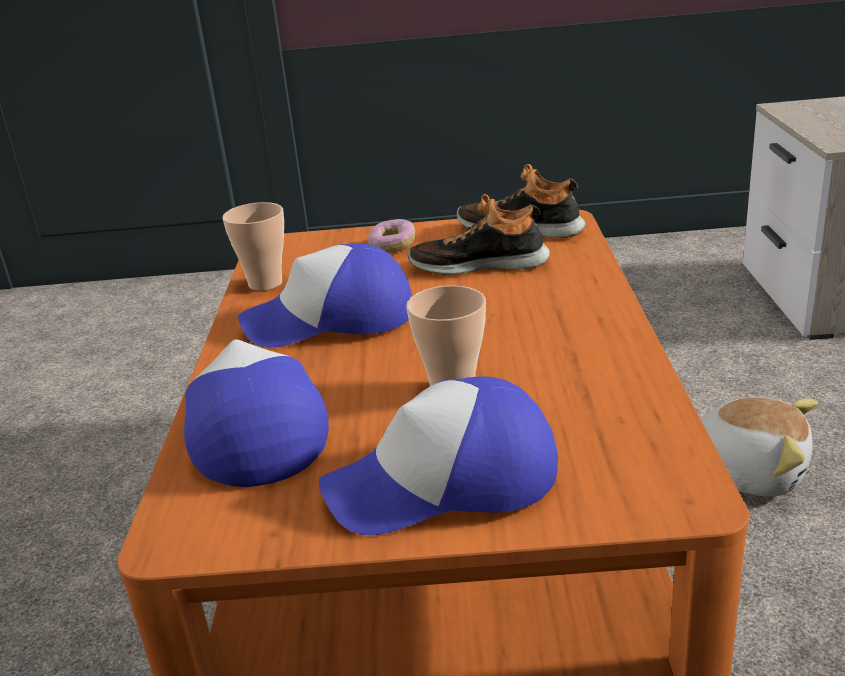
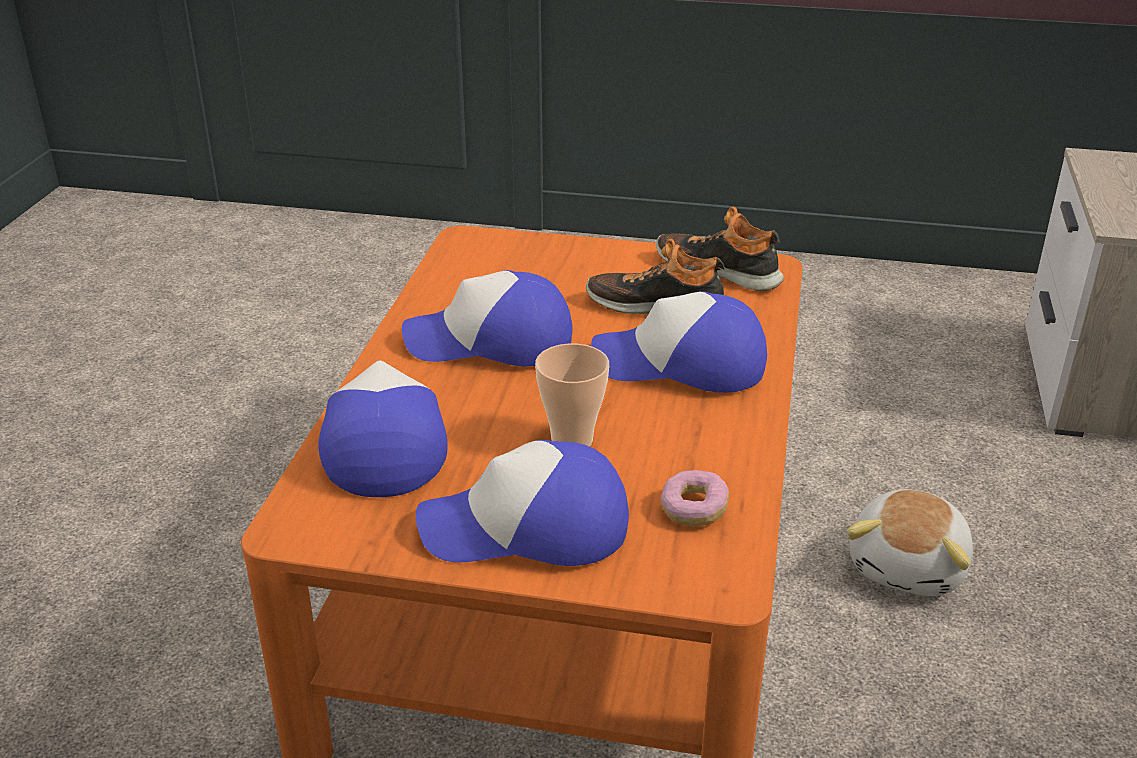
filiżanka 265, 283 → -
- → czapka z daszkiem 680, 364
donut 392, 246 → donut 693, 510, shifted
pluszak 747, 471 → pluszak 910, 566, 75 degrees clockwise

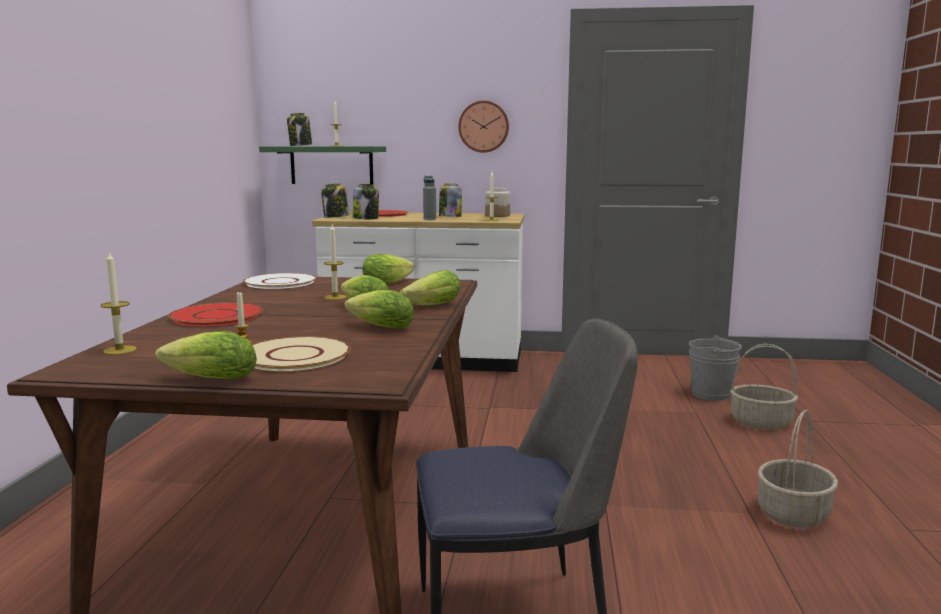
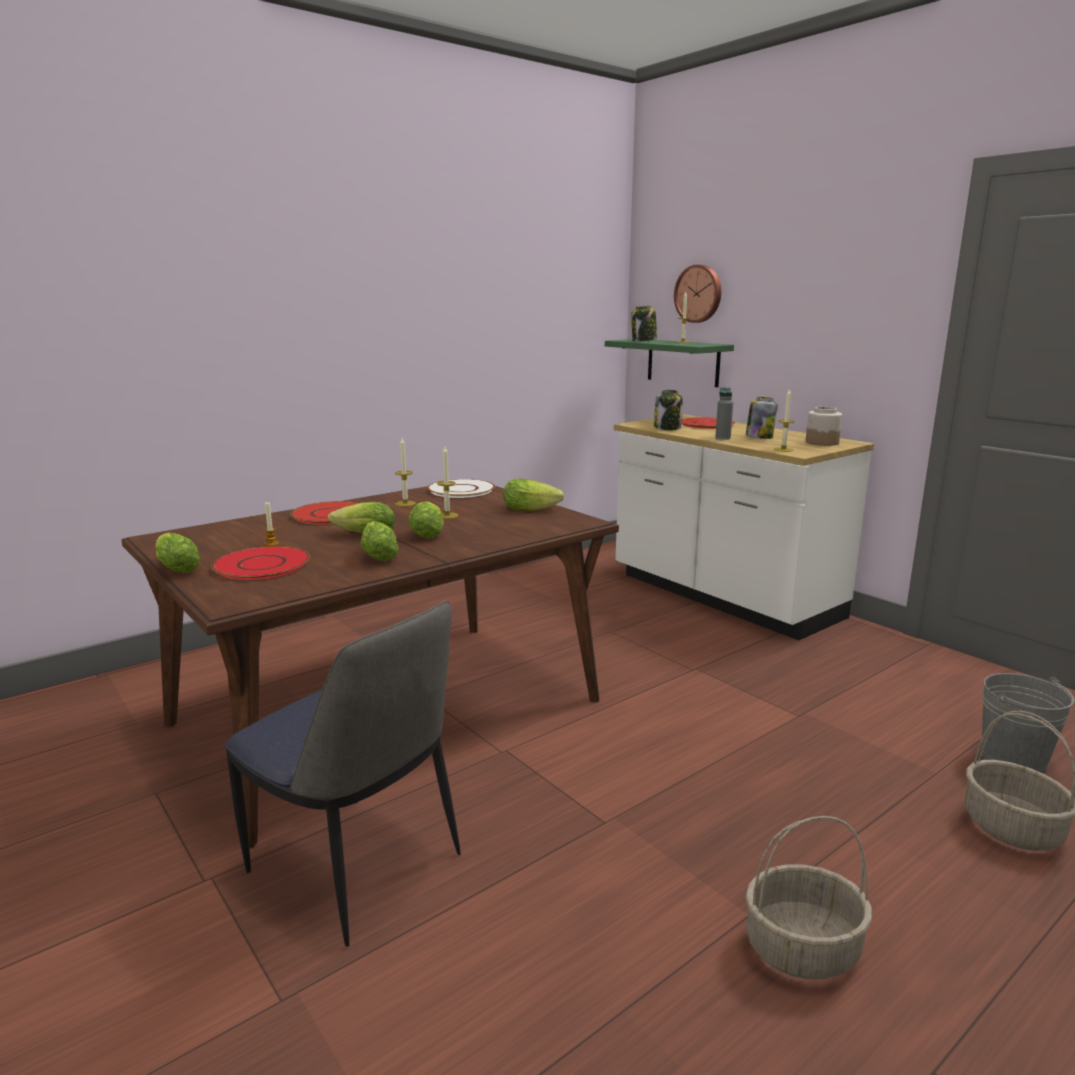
słoik 336, 217 → -
świeca 119, 350 → świeca 405, 503, shifted
sałata 429, 306 → sałata 362, 534, shifted
zegar ścienny 483, 126 → zegar ścienny 699, 294, shifted
talerz [beżowy] 295, 356 → talerz [czerwony] 262, 565

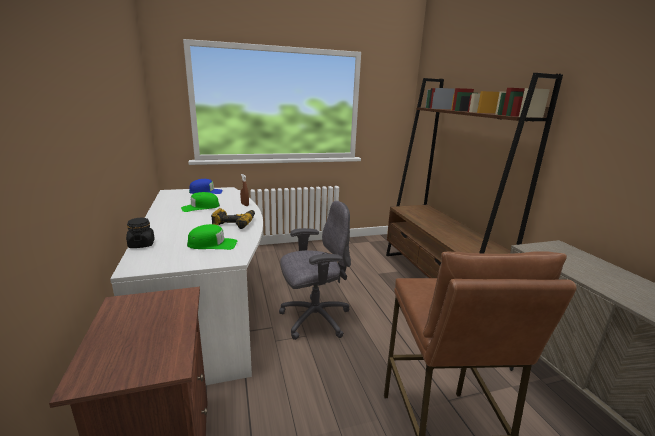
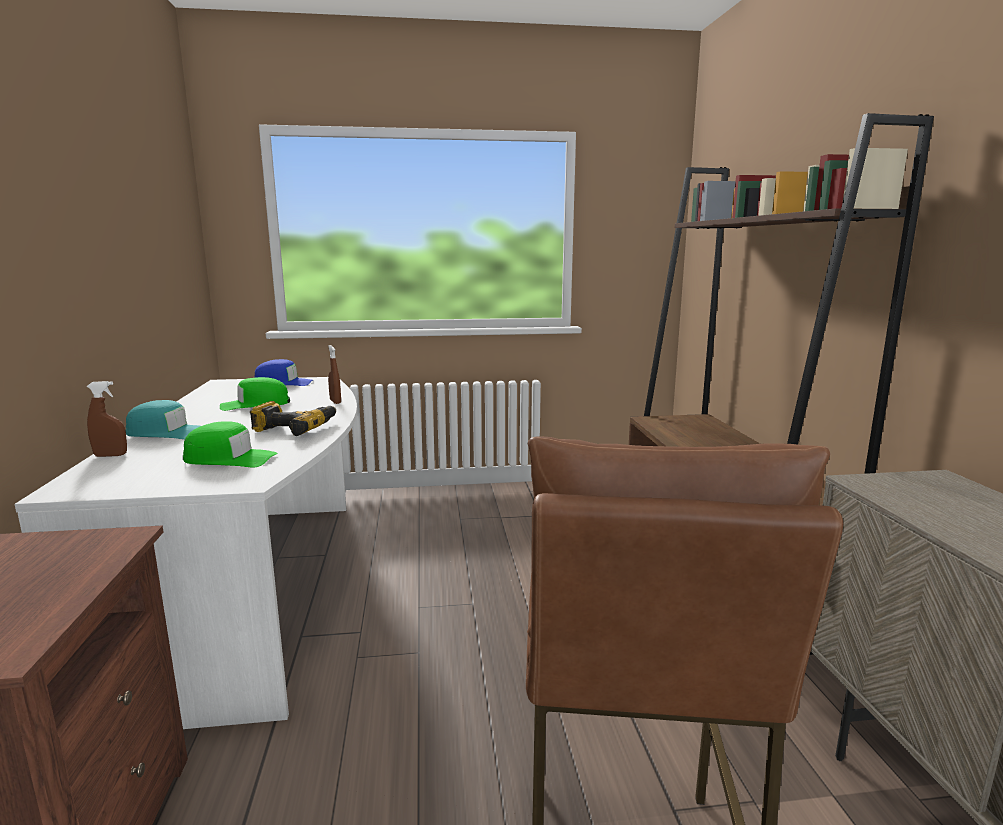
krzesło biurowe [szary] 314, 318 → -
- → czapka z daszkiem [turkusowy] 167, 433
słoik [czarny] 141, 244 → spryskiwacz [brązowy] 110, 455

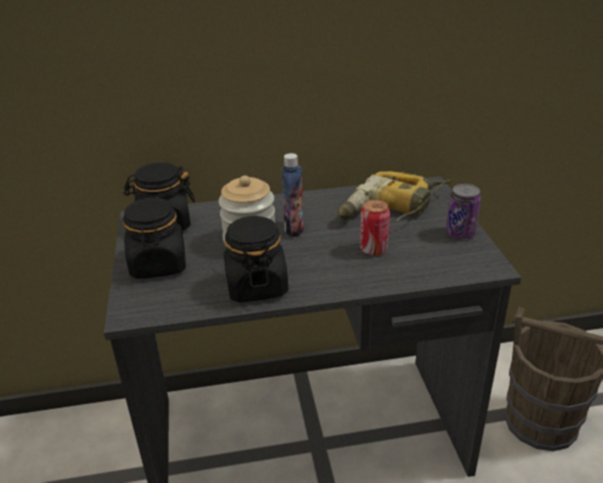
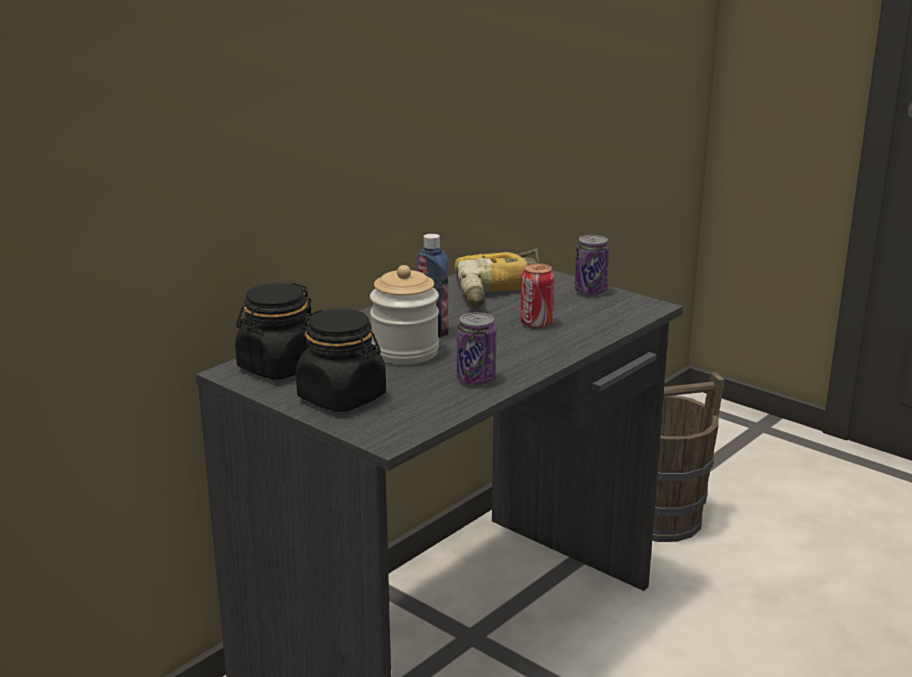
słoik [czarny] 256, 286 → puszka 476, 379

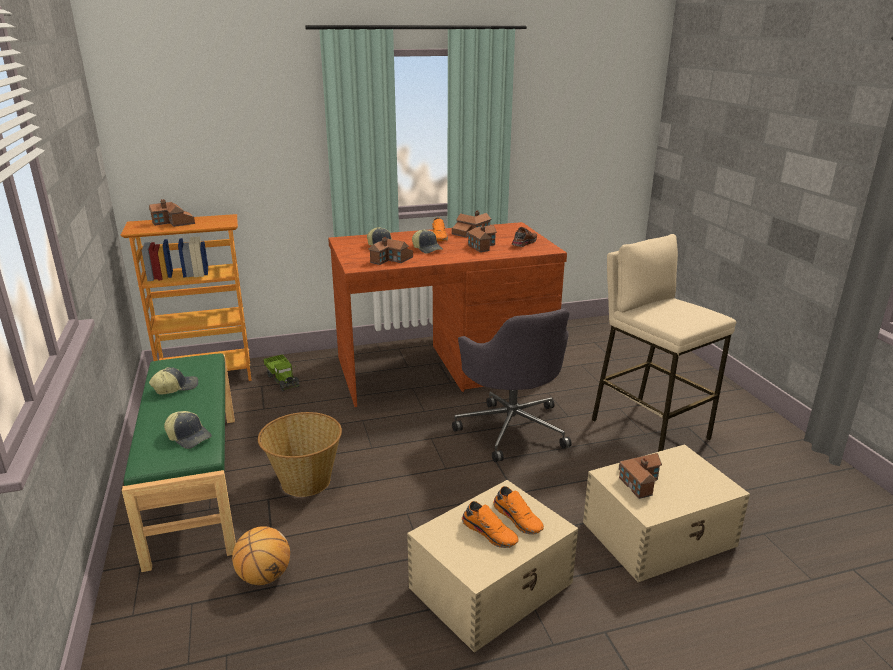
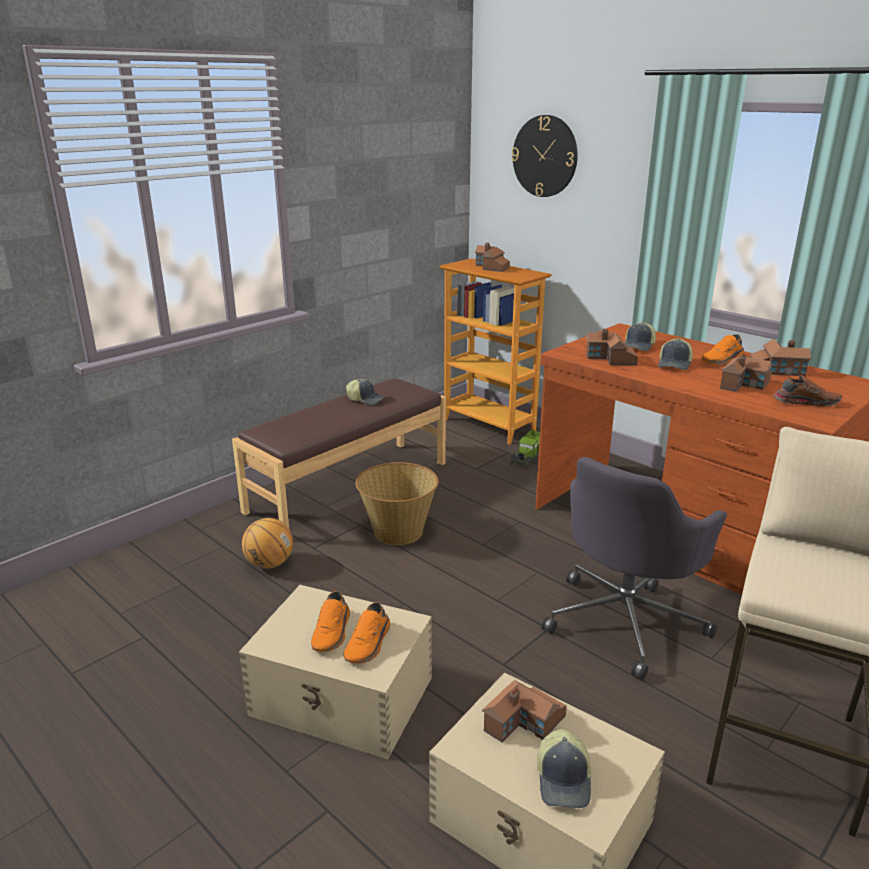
- → zegar ścienny 545, 156
czapka z daszkiem 189, 437 → czapka z daszkiem 564, 780, shifted
ławka [zielony] 194, 484 → ławka [brązowy] 348, 486

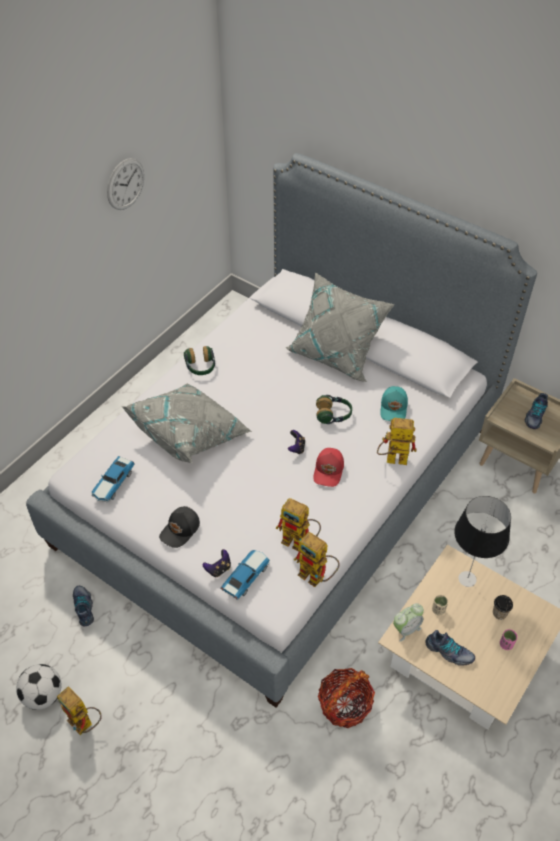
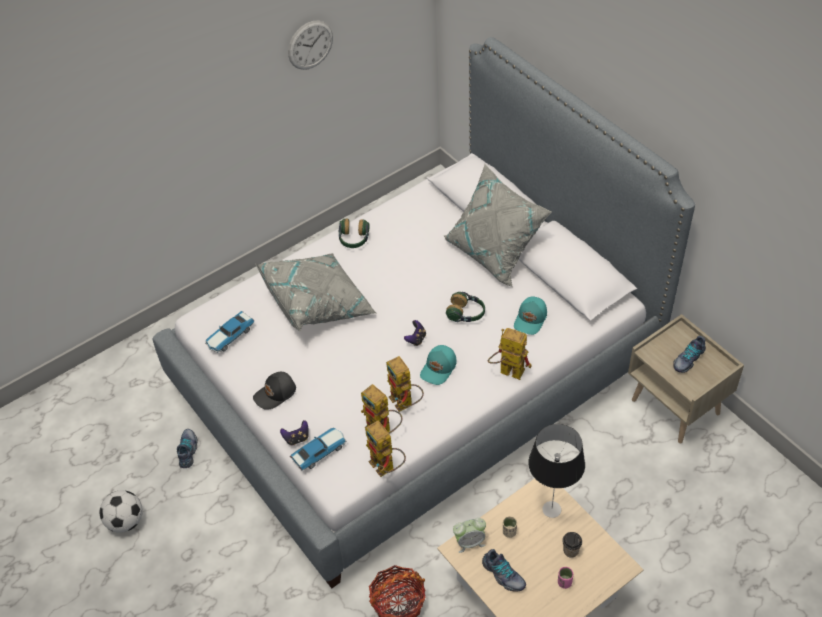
robot zabawkowy 85, 724 → robot zabawkowy 405, 403, shifted
czapka z daszkiem [czerwony] 329, 471 → czapka z daszkiem [turkusowy] 439, 368

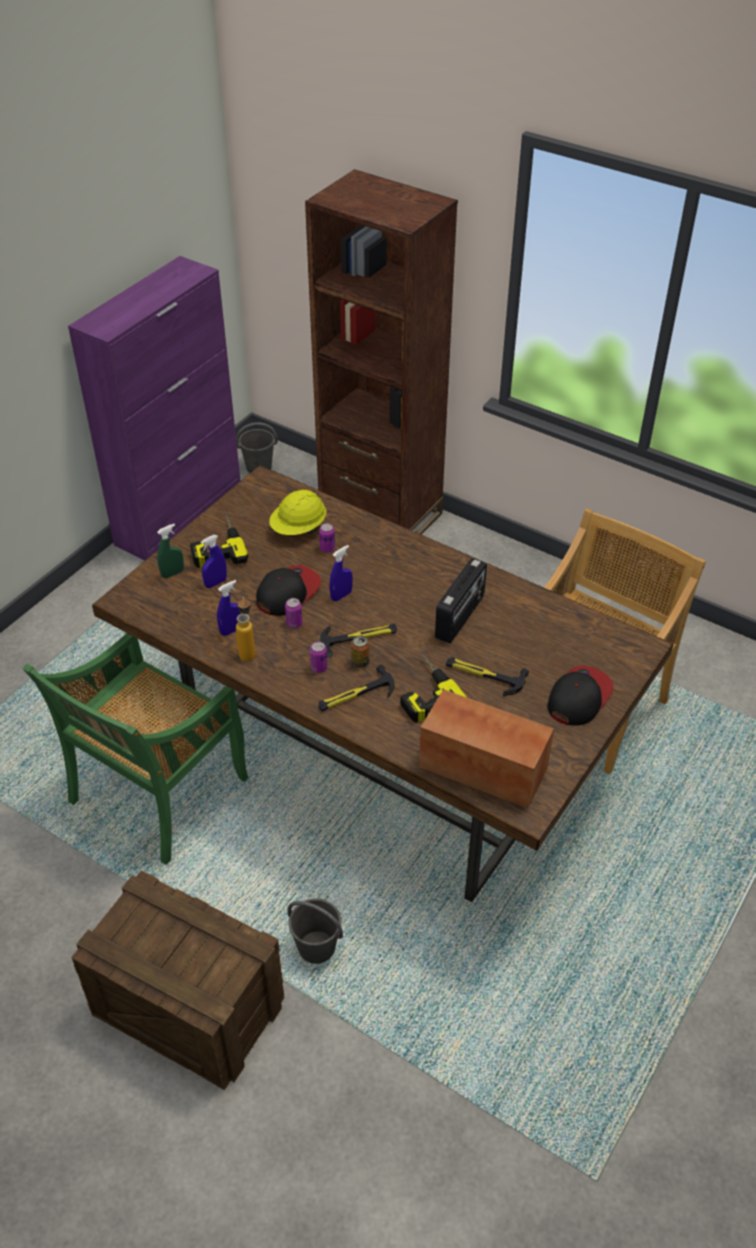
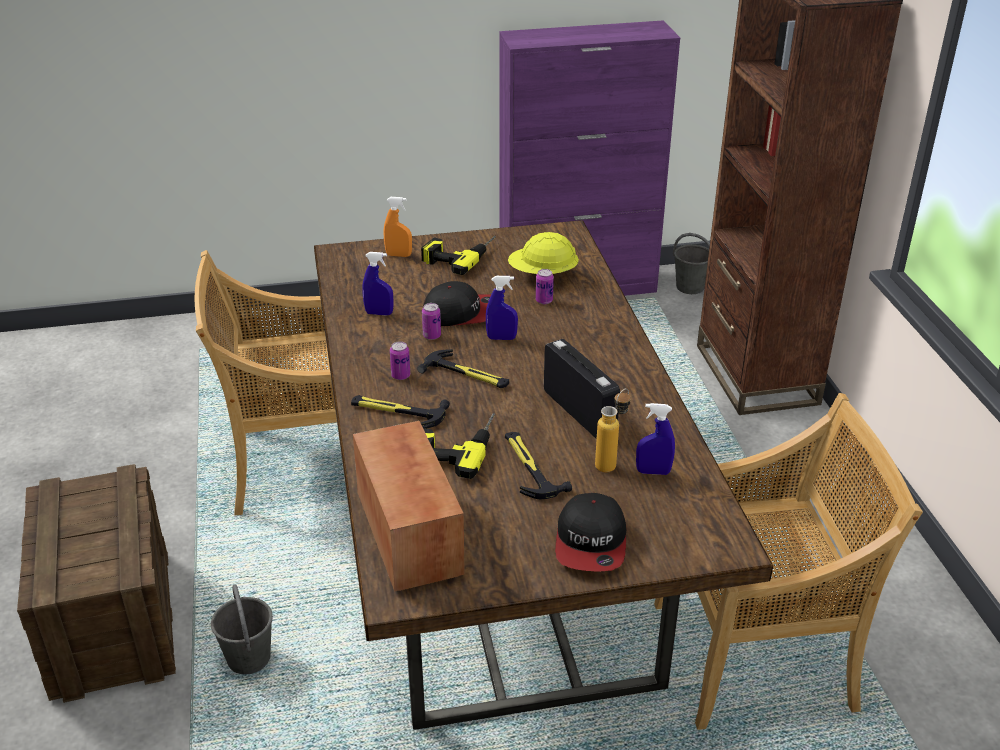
puszka 360, 662 → -
spryskiwacz [niebieski] 215, 583 → spryskiwacz [niebieski] 653, 472, shifted
butelka 247, 651 → butelka 611, 462, shifted
krzesło [zielony] 157, 793 → krzesło [beżowy] 298, 463
spryskiwacz [zielony] 172, 573 → spryskiwacz [pomarańczowy] 398, 255
radio 460, 617 → radio 580, 412, 105 degrees counterclockwise
czapka z daszkiem 578, 697 → czapka z daszkiem 591, 542, 105 degrees clockwise

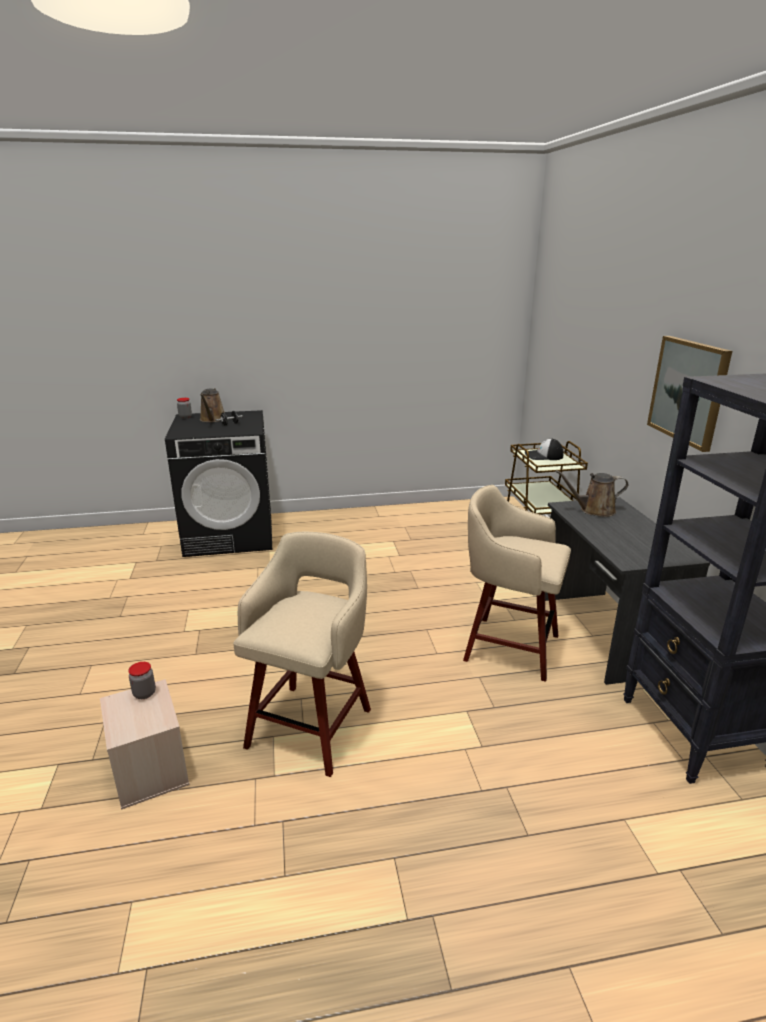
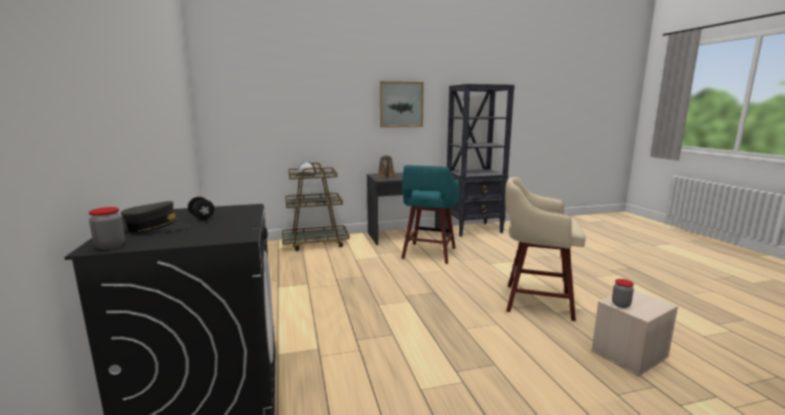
konewka [brązowy] 212, 419 → czapka z daszkiem [szary] 157, 228
stołek [beżowy] 508, 646 → stołek [turkusowy] 428, 254

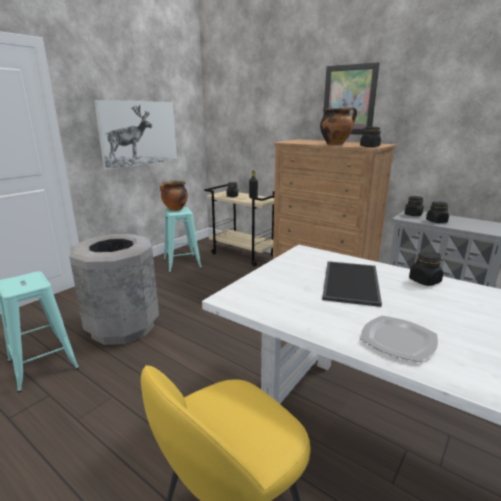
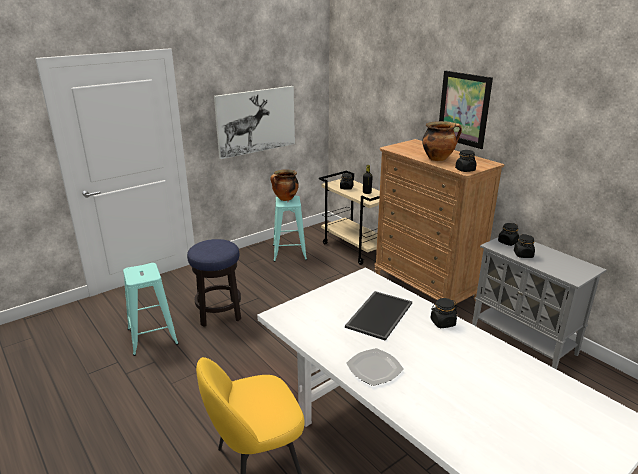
kosz na śmieci [szary] 123, 327 → stołek 219, 313

